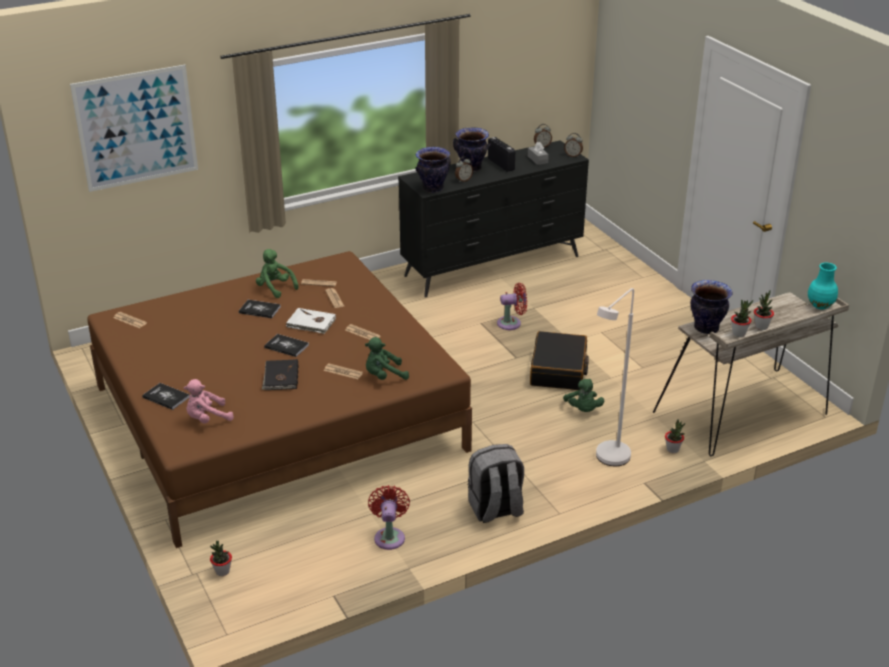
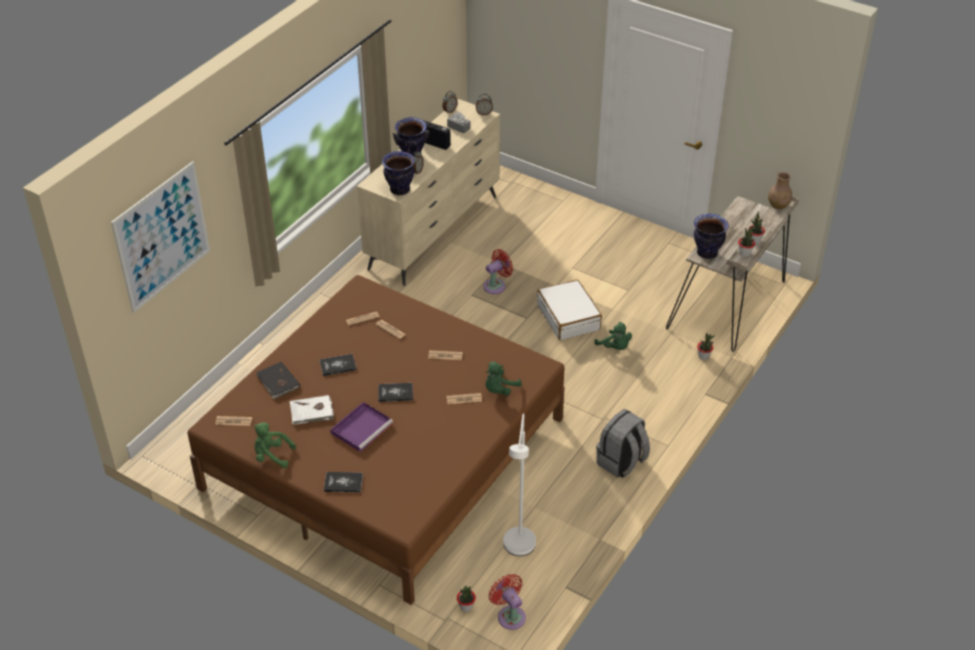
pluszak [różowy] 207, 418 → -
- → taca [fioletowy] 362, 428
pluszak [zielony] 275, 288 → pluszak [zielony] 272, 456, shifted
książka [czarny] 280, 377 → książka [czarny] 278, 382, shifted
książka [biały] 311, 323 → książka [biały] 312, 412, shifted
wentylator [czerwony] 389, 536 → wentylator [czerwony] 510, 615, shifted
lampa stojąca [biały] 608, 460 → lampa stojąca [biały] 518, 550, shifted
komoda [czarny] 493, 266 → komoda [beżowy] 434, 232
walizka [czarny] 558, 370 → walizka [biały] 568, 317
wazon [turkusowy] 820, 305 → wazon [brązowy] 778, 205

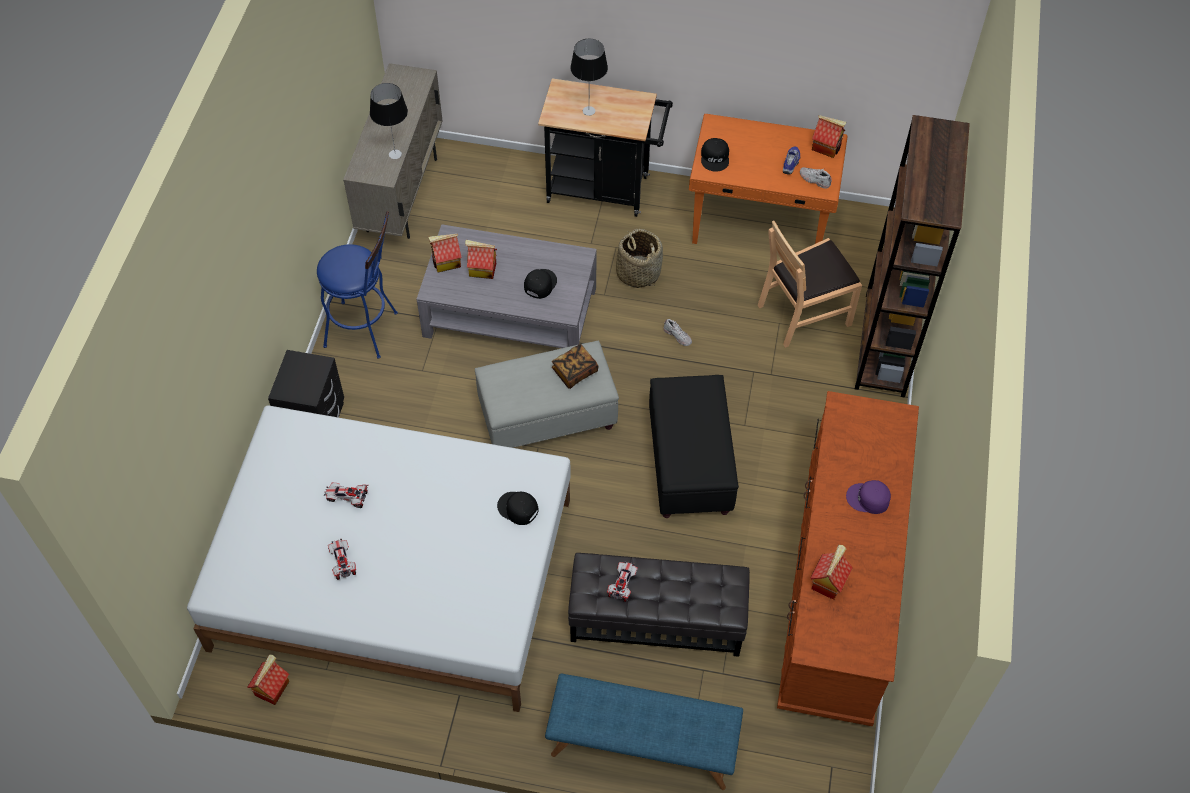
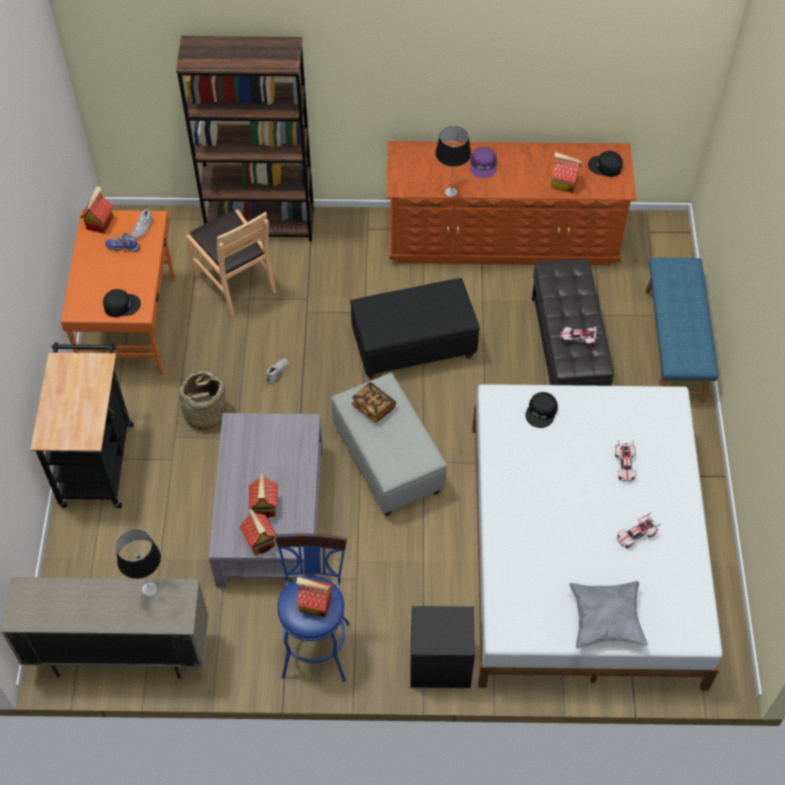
- → poduszka [szary] 605, 621
domek 272, 687 → domek 314, 604, shifted
samochodzik 347, 498 → samochodzik 625, 466, shifted
czapka z daszkiem [czarny] 539, 284 → czapka z daszkiem [czarny] 605, 166, shifted
lampa stołowa 589, 110 → lampa stołowa 450, 191, shifted

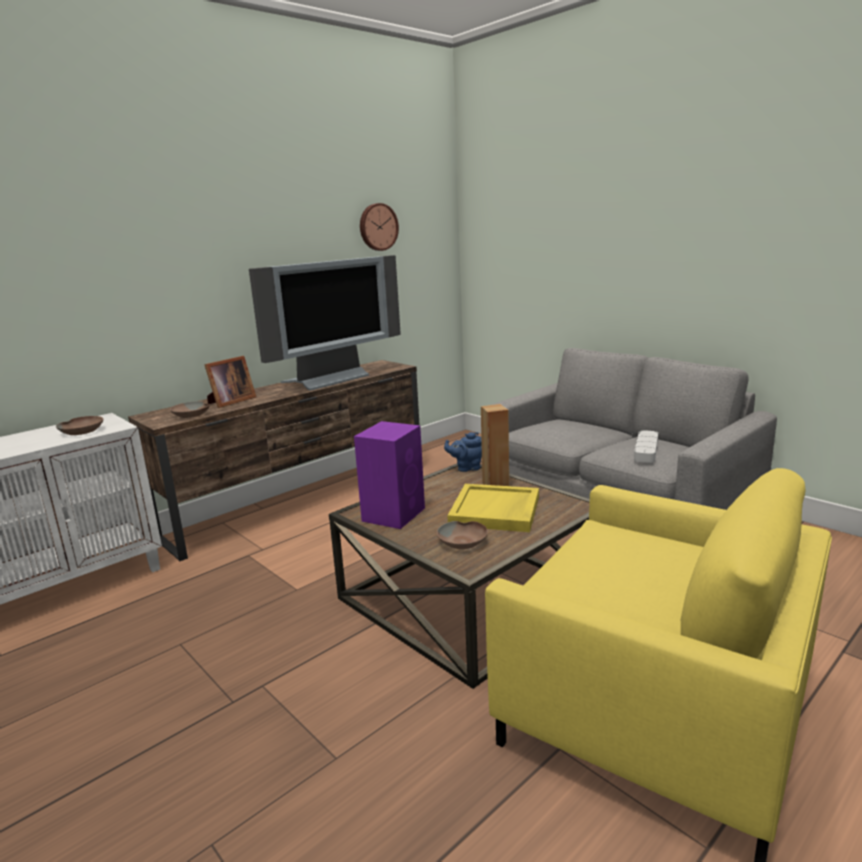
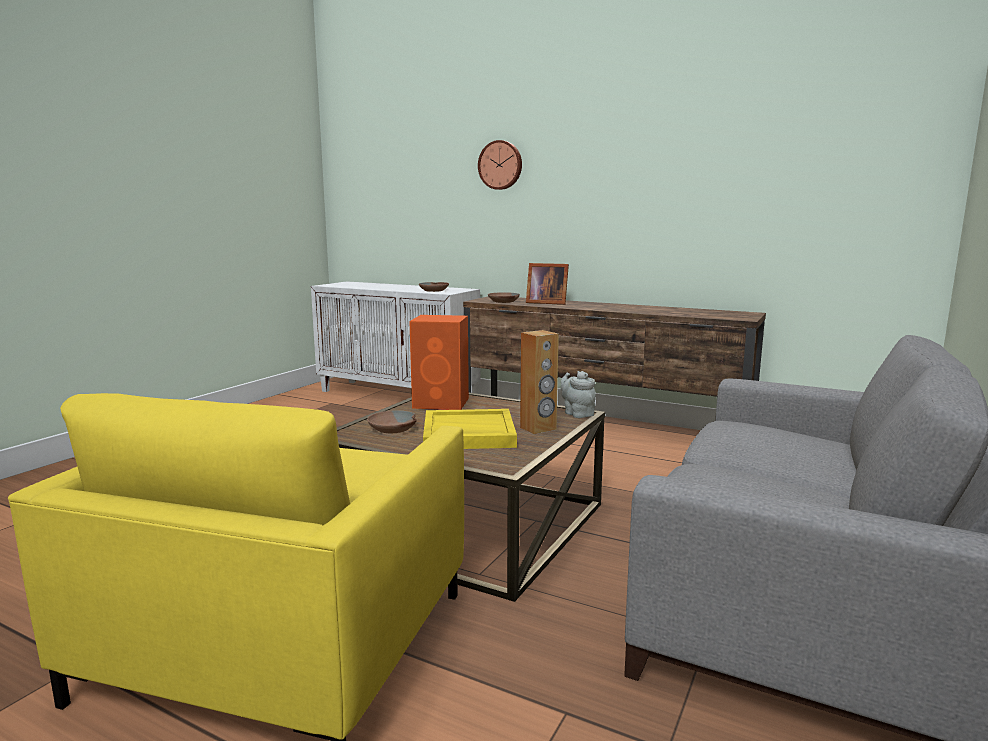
telewizor 329, 380 → -
taca [szary] 646, 450 → -
zegar ścienny 377, 227 → zegar ścienny 501, 165, shifted
głośnik [fioletowy] 394, 514 → głośnik [pomarańczowy] 442, 403
imbryk [niebieski] 466, 468 → imbryk [szary] 577, 413

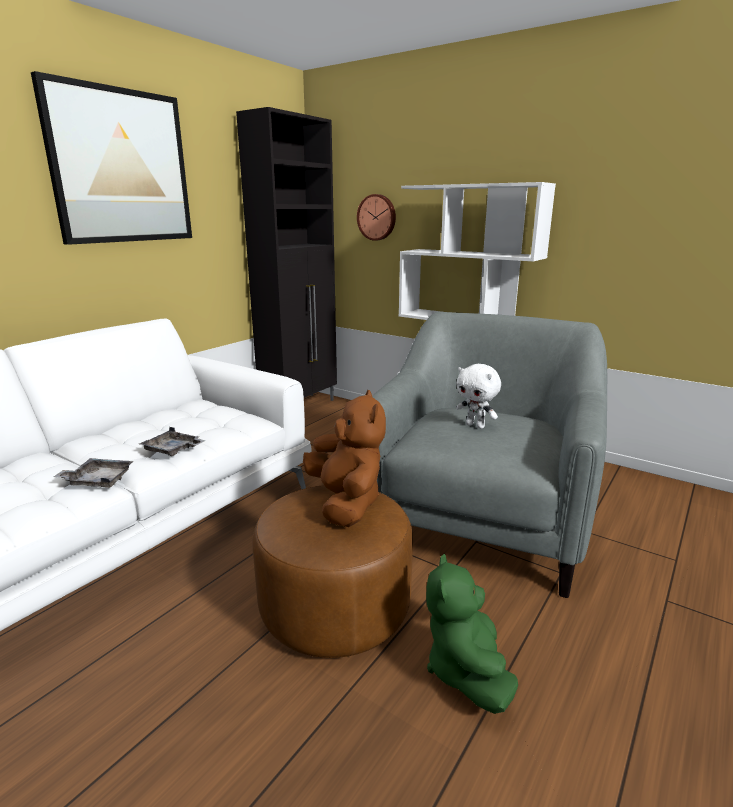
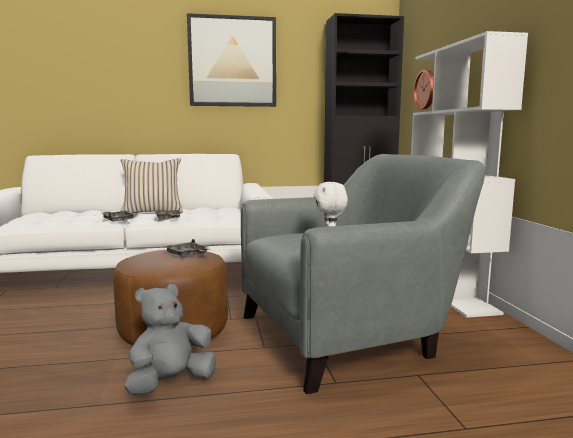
- → poduszka [beżowy] 152, 212
pluszak [brązowy] 346, 503 → taca [szary] 187, 255
pluszak [zielony] 466, 670 → pluszak [szary] 171, 383

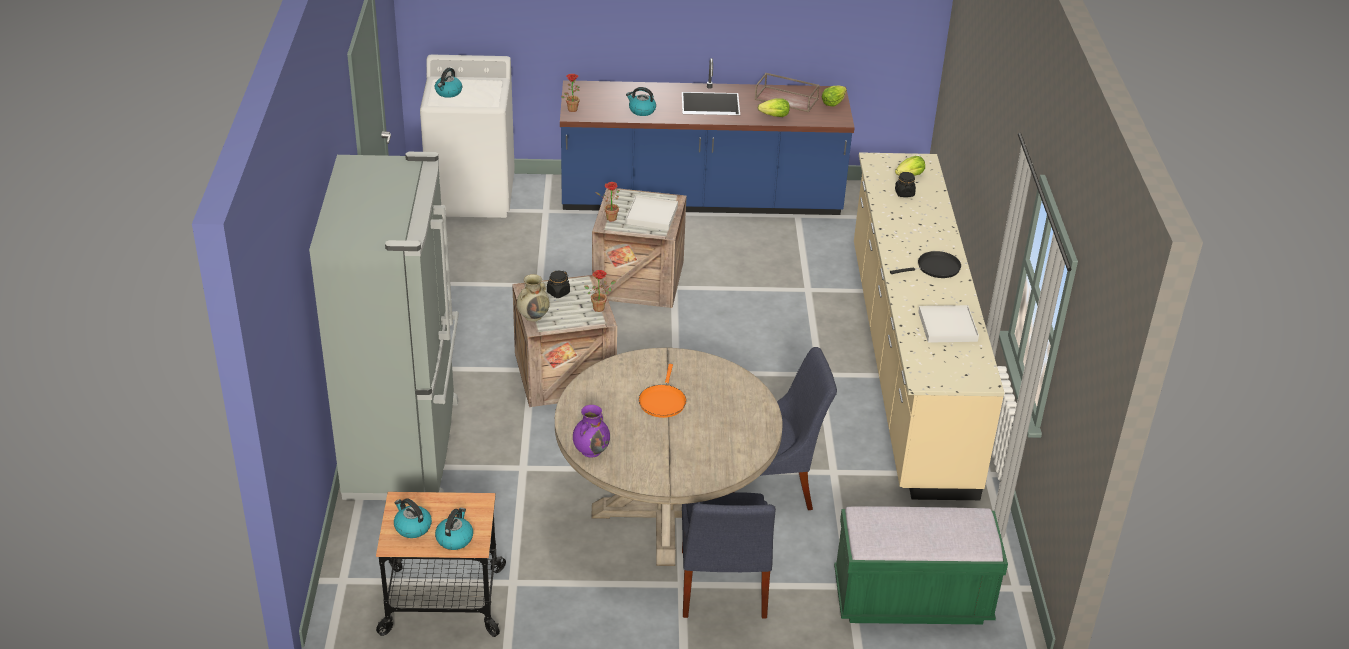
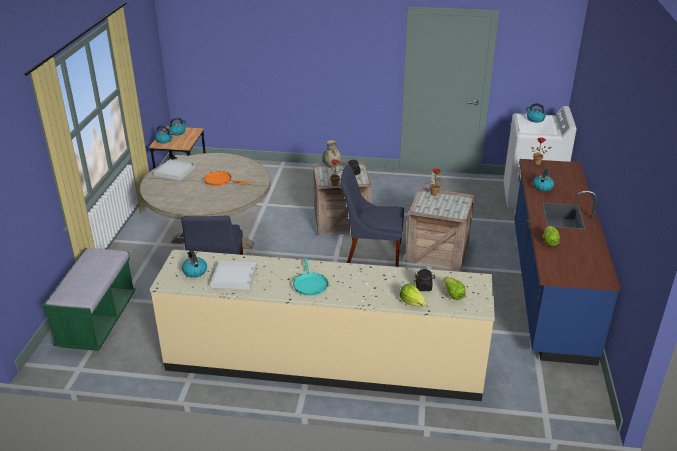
lodówka [szary] 405, 448 → -
wazon [fioletowy] 591, 450 → -
taca [brązowy] 787, 99 → -
- → czajnik 194, 271
taca [biały] 651, 215 → taca [biały] 175, 171, shifted
krzesło [niebieski] 722, 587 → krzesło [niebieski] 371, 252, shifted
sałata 833, 103 → sałata 412, 302, shifted
patelnia [czarny] 935, 268 → patelnia [turkusowy] 310, 284

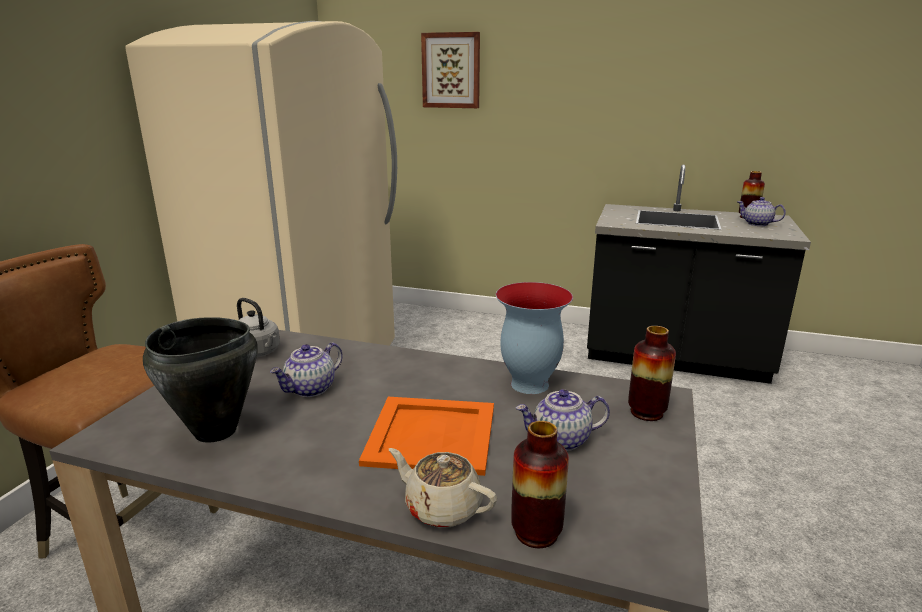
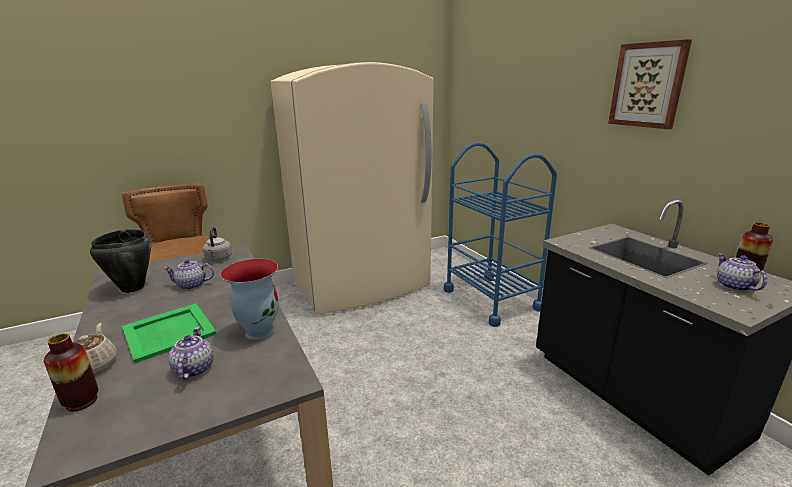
wazon 646, 412 → -
- → wózek [niebieski] 491, 299
obraz 451, 70 → obraz 648, 85, shifted
taca [pomarańczowy] 430, 435 → taca [zielony] 168, 331
imbryk 560, 440 → imbryk 193, 369, 45 degrees clockwise

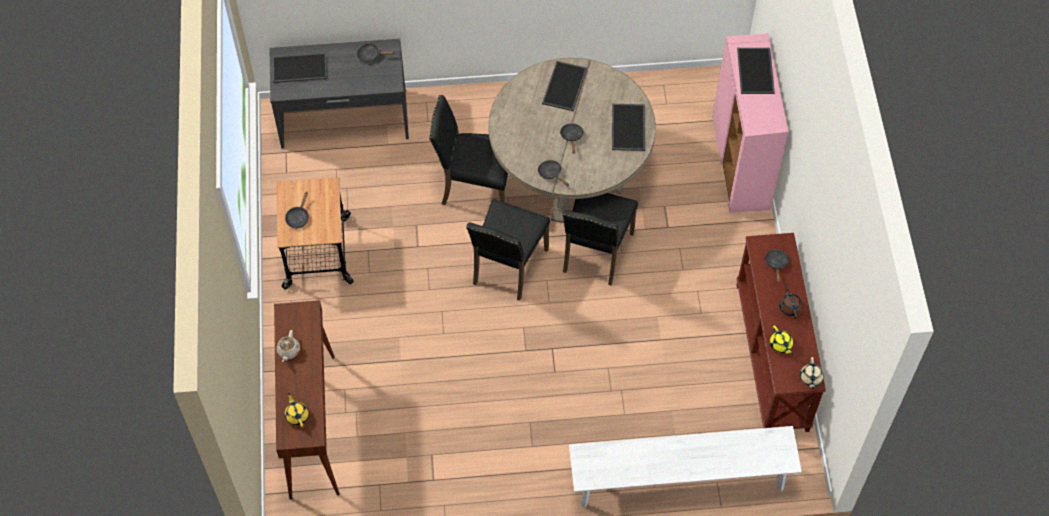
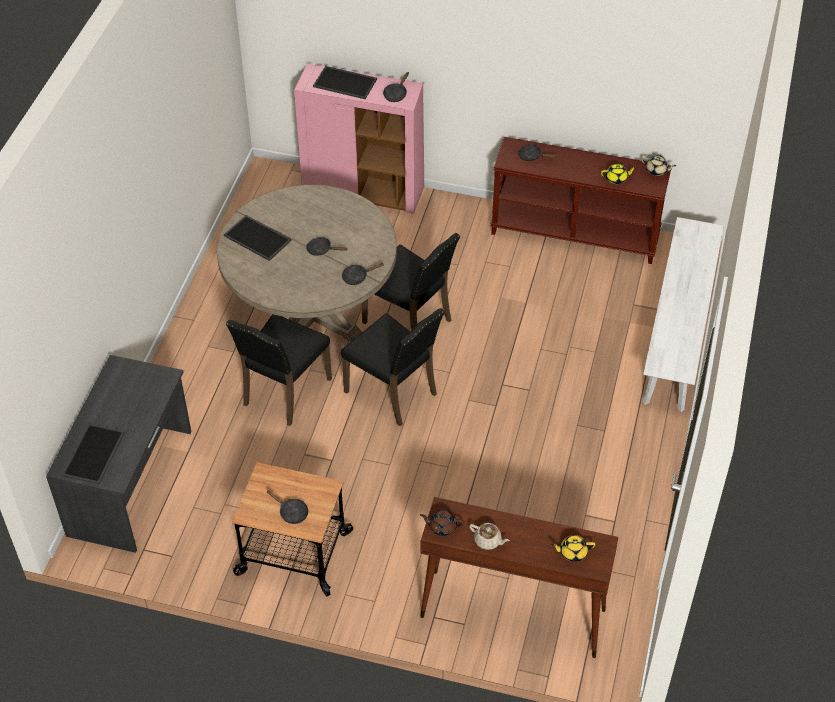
taca 629, 128 → -
patelnia [czarny] 371, 55 → patelnia [czarny] 396, 94, shifted
imbryk [brązowy] 789, 307 → imbryk [brązowy] 442, 526, shifted

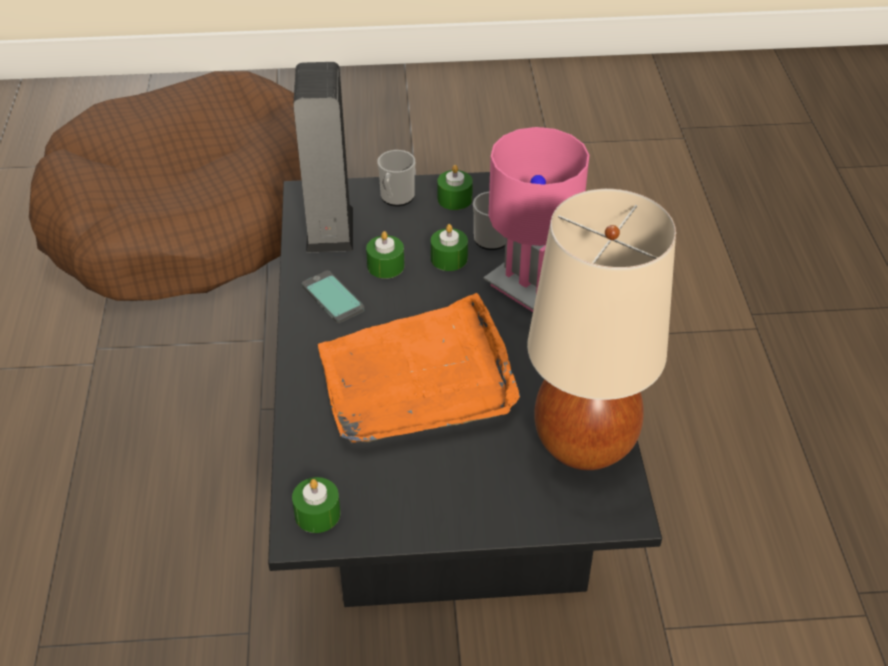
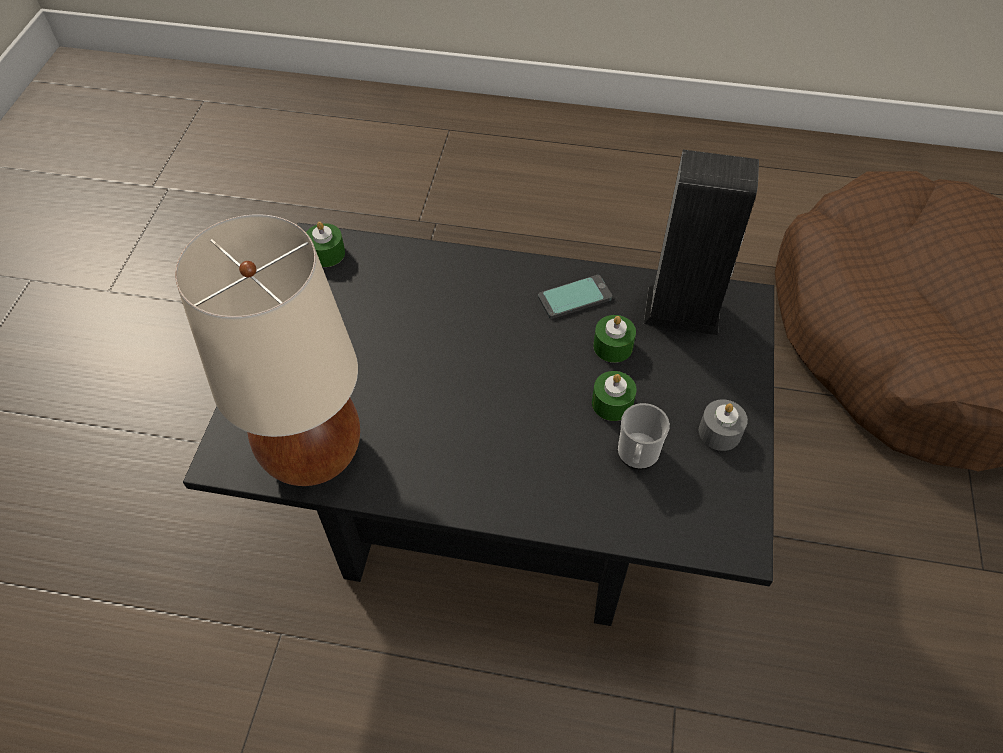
taca [pomarańczowy] 418, 378 → -
kubek 396, 198 → -
lampa stołowa [różowy] 529, 287 → -
świeca [zielony] 454, 199 → świeca [szary] 719, 432

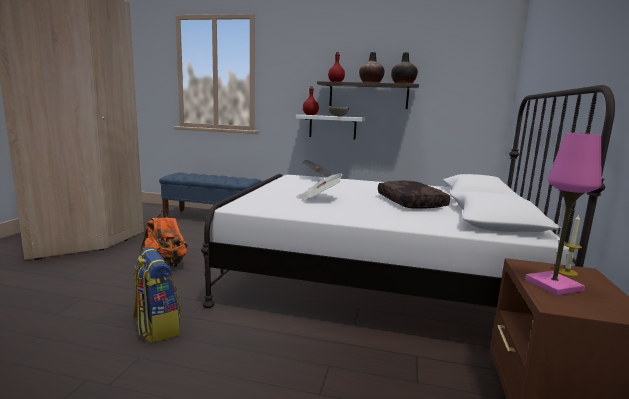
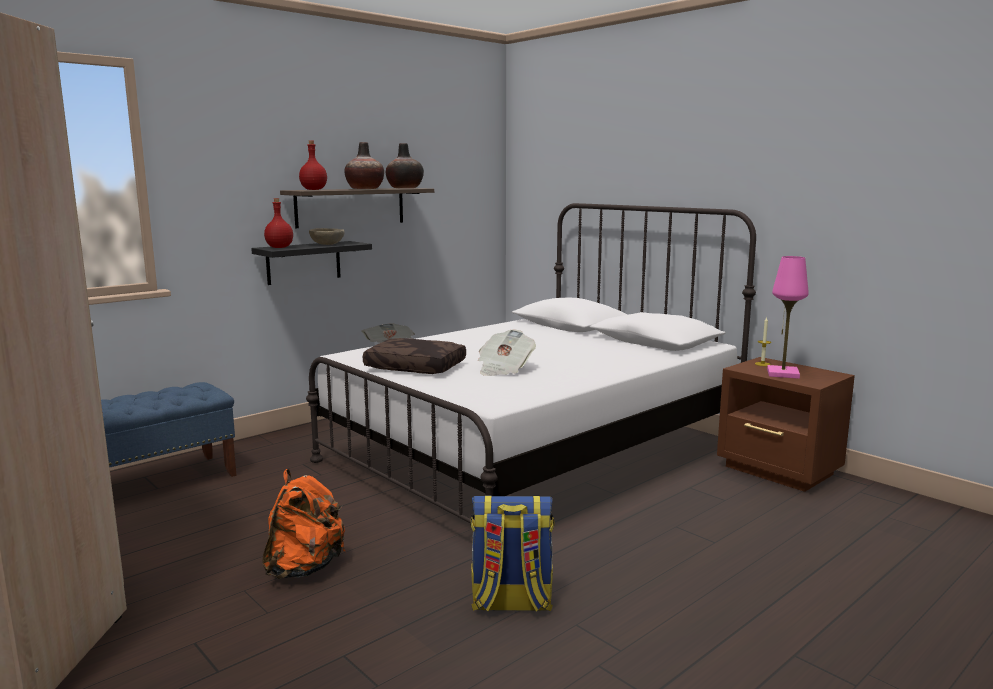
poduszka [brązowy] 409, 202 → poduszka [brązowy] 414, 367, shifted
półka [biały] 332, 127 → półka [czarny] 303, 262

